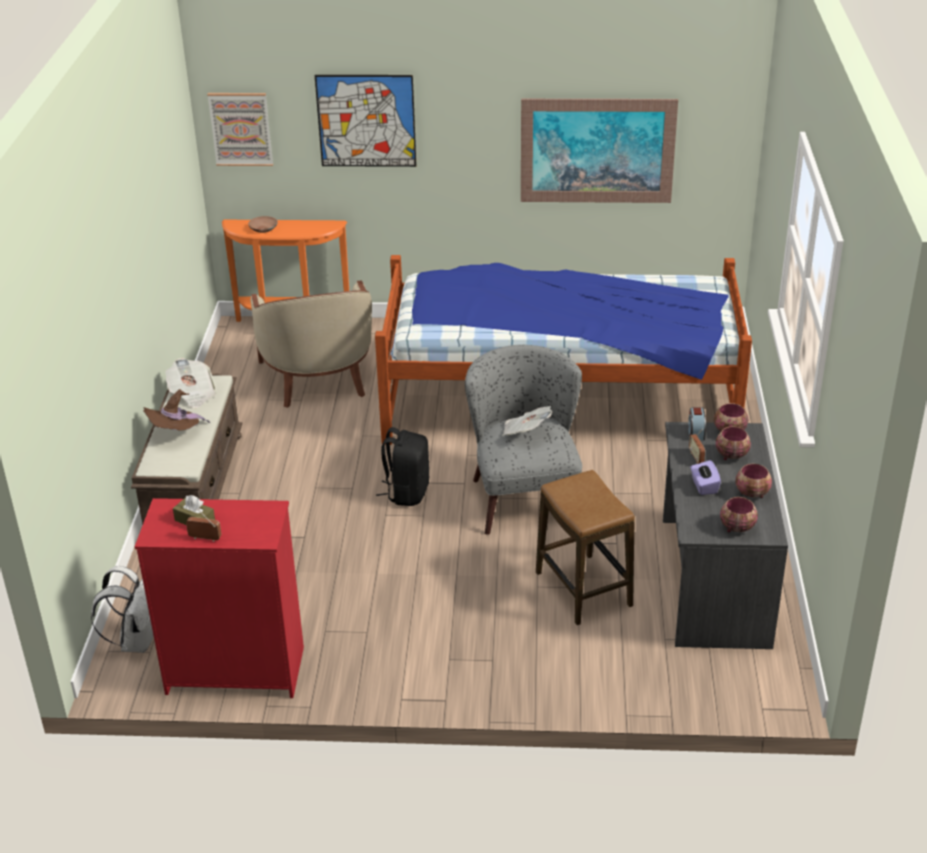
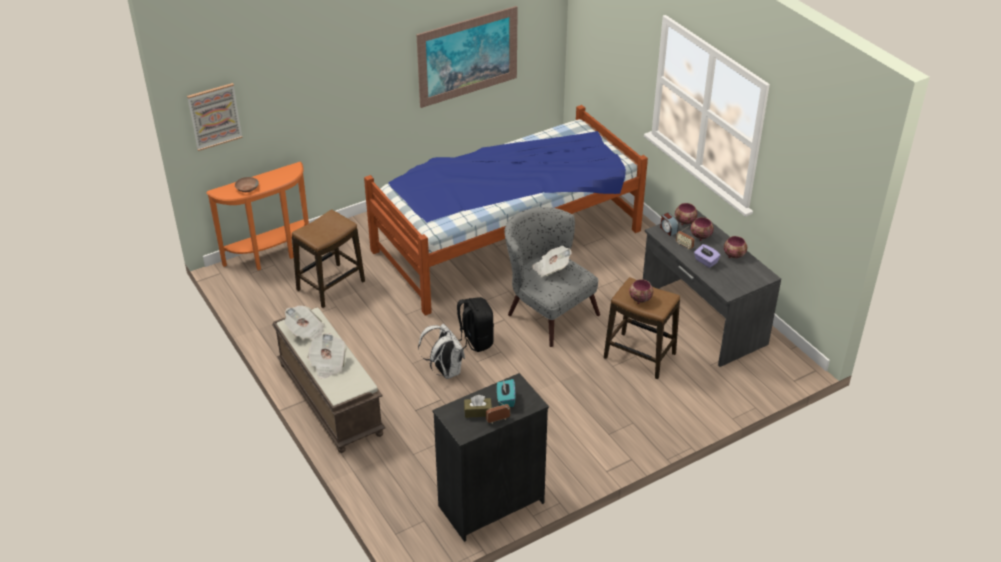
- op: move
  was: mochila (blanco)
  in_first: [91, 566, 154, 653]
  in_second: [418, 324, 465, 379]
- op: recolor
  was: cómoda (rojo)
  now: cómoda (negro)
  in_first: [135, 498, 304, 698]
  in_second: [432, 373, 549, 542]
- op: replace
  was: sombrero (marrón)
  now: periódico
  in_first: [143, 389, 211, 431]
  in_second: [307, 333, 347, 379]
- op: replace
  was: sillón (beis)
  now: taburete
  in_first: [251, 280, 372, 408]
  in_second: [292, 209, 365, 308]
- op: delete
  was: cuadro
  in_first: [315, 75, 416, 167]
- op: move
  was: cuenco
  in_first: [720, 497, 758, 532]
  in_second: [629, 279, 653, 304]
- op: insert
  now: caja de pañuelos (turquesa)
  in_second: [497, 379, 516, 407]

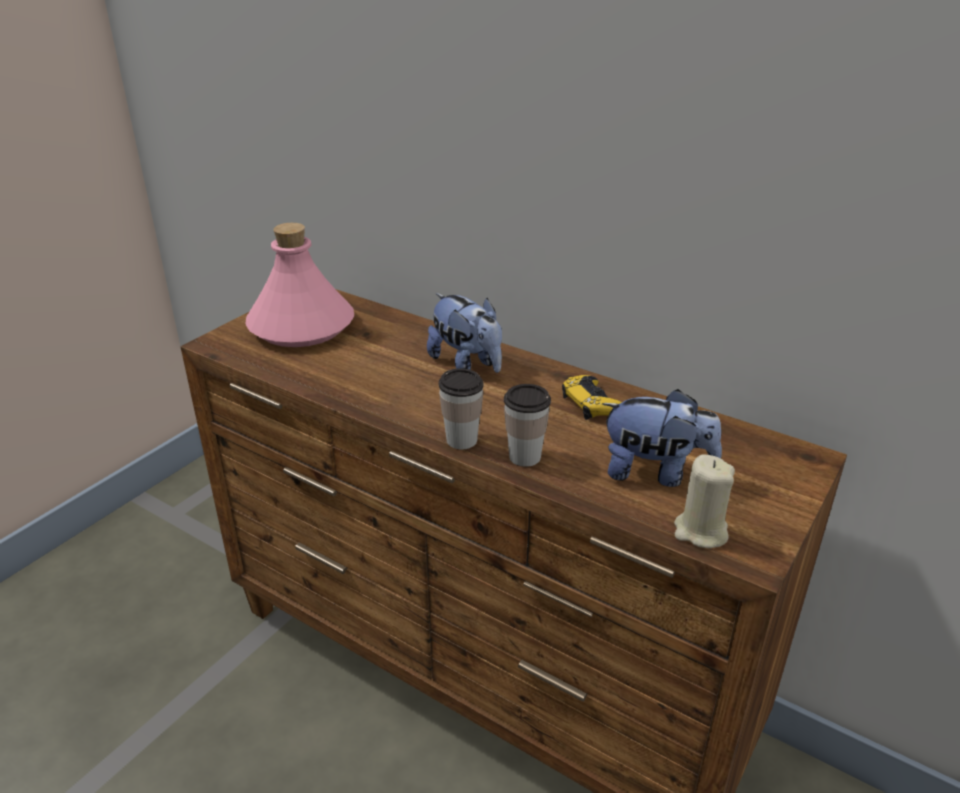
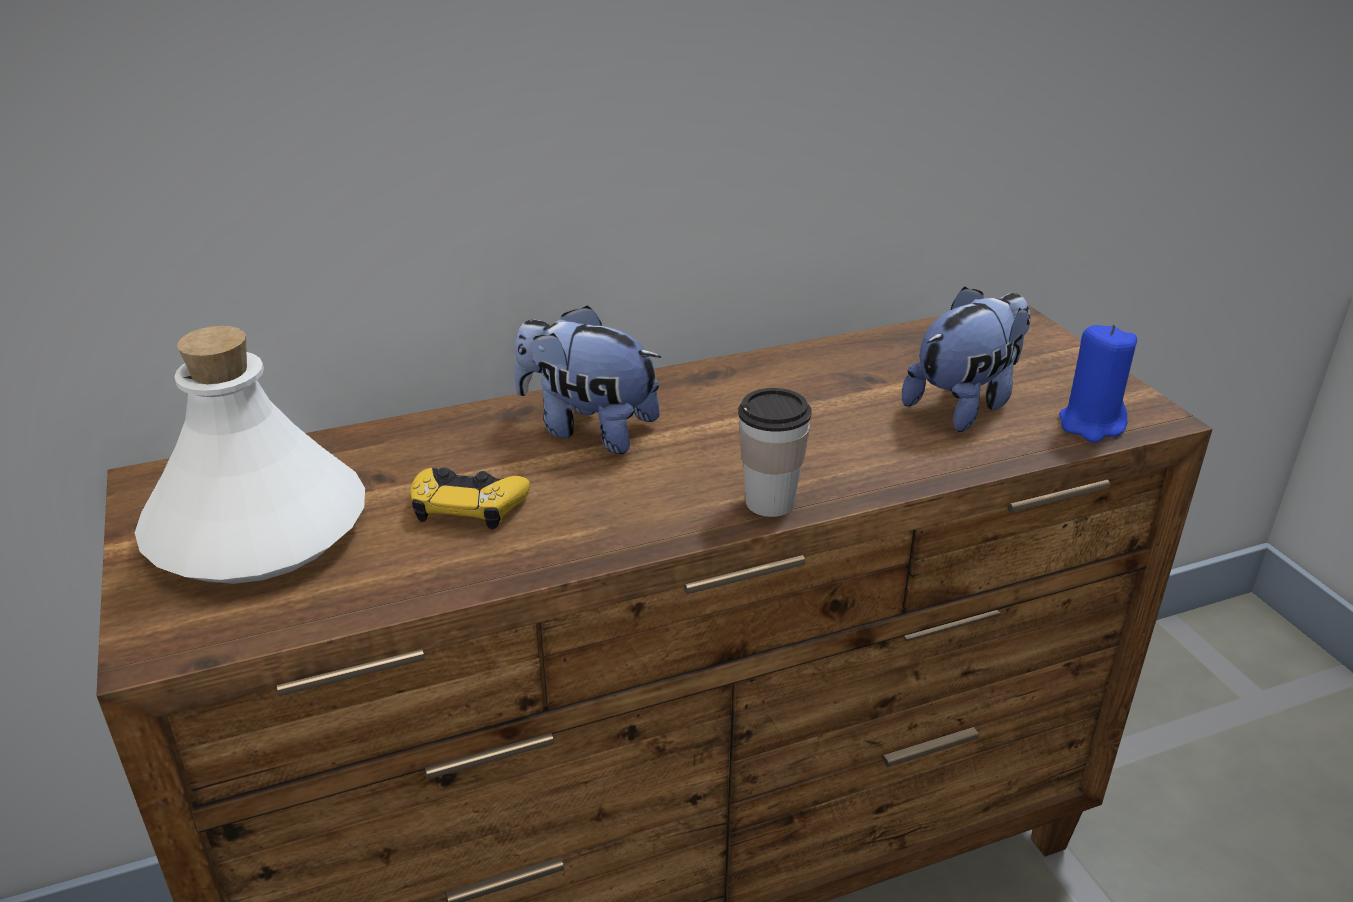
- op: recolor
  was: botella (rosa)
  now: botella (blanco)
  in_first: [245, 223, 354, 347]
  in_second: [135, 326, 365, 584]
- op: rotate
  was: peluche
  in_first: [427, 293, 502, 373]
  in_second: [514, 305, 661, 454]
  clockwise: -150
- op: delete
  was: taza
  in_first: [504, 384, 551, 467]
- op: move
  was: mando de consola (amarillo)
  in_first: [562, 375, 622, 420]
  in_second: [410, 467, 530, 529]
- op: recolor
  was: vela (beis)
  now: vela (azul)
  in_first: [674, 454, 735, 548]
  in_second: [1059, 324, 1137, 442]

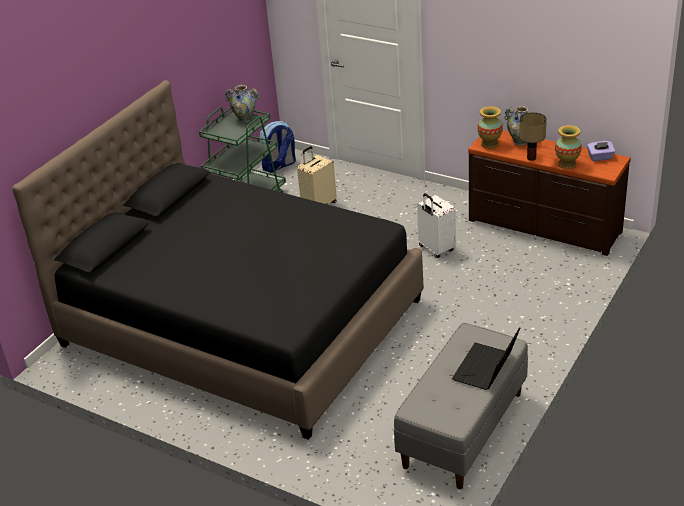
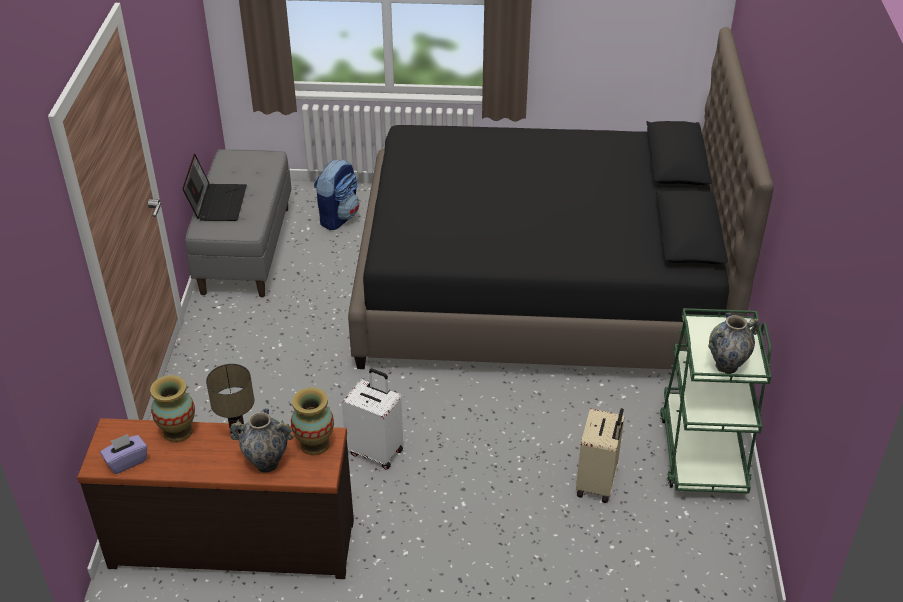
- op: move
  was: mochila
  in_first: [259, 121, 296, 173]
  in_second: [314, 160, 359, 230]

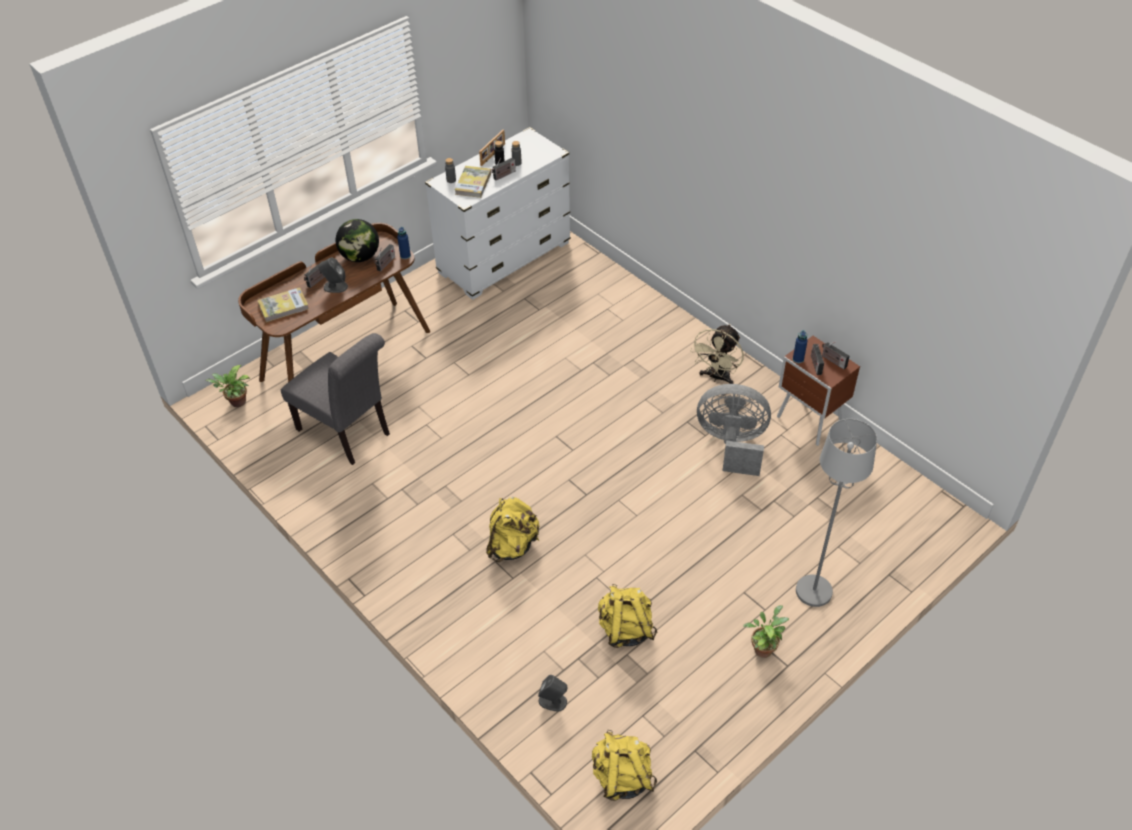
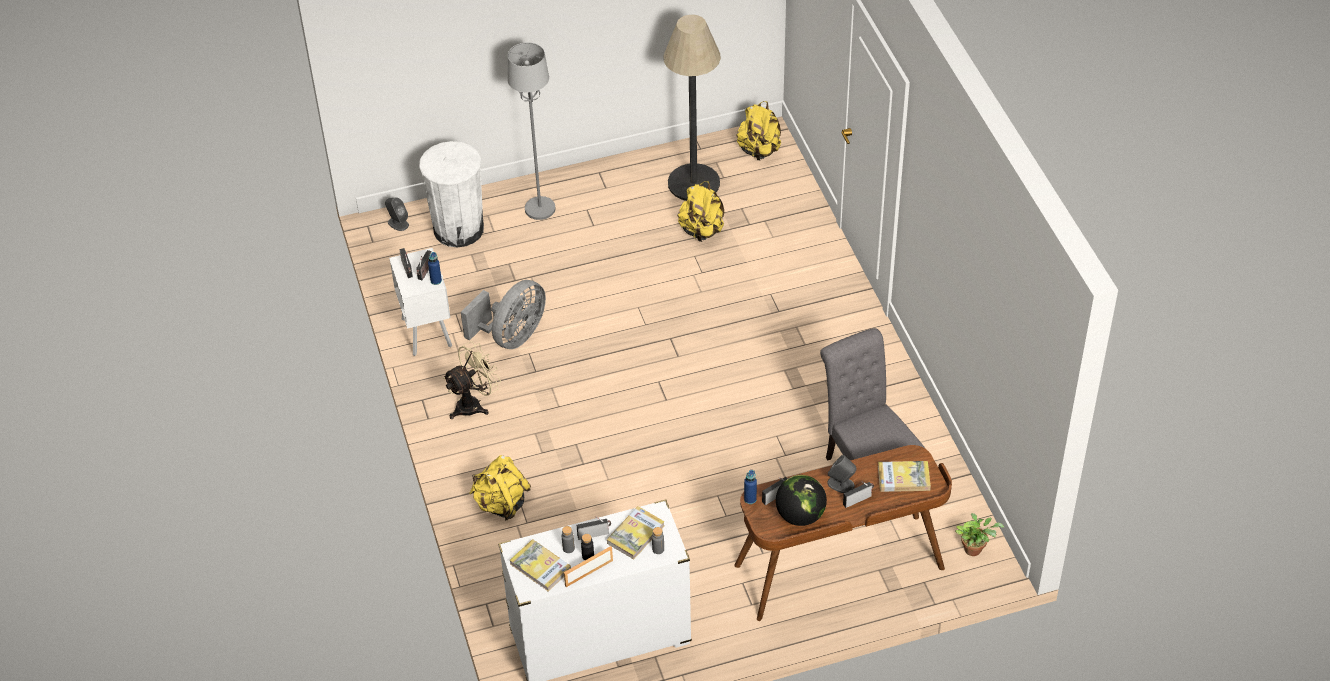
- op: move
  was: mochila (amarillo)
  in_first: [486, 497, 539, 562]
  in_second: [470, 455, 531, 520]
- op: move
  was: altavoz (gris)
  in_first: [538, 675, 567, 711]
  in_second: [385, 197, 409, 231]
- op: rotate
  was: ventilador (gris)
  in_first: [697, 384, 771, 476]
  in_second: [461, 280, 546, 349]
  clockwise: -90
- op: delete
  was: planta en maceta
  in_first: [743, 605, 789, 658]
- op: recolor
  was: mesita de noche (marrón)
  now: mesita de noche (blanco)
  in_first: [777, 336, 860, 446]
  in_second: [389, 248, 452, 356]
- op: insert
  now: papelera (blanco)
  in_second: [419, 141, 484, 248]
- op: insert
  now: libro
  in_second: [510, 539, 571, 591]
- op: insert
  now: lámpara de pie
  in_second: [663, 14, 721, 201]

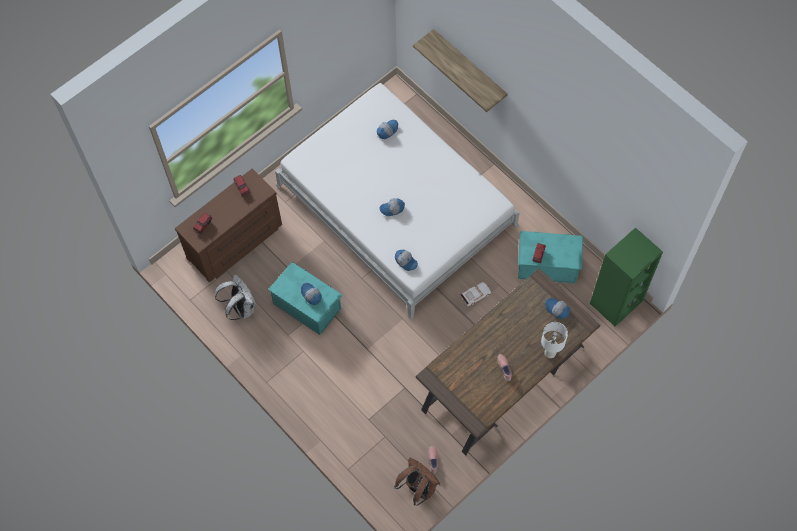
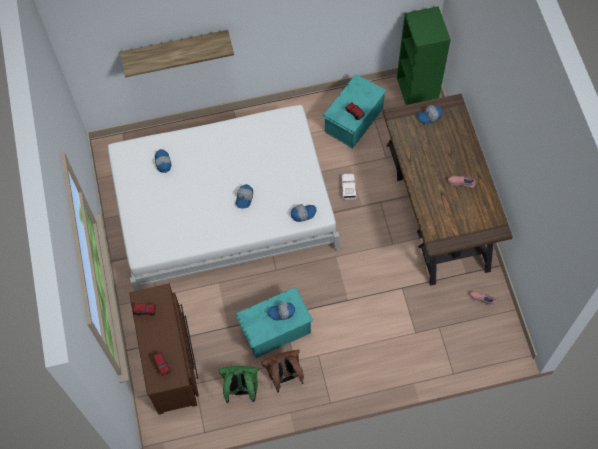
- op: recolor
  was: mochila (blanco)
  now: mochila (verde)
  in_first: [215, 274, 256, 320]
  in_second: [219, 366, 259, 403]
- op: move
  was: mochila (marrón)
  in_first: [394, 458, 441, 506]
  in_second: [261, 350, 304, 392]
- op: delete
  was: lámpara de mesa (blanco)
  in_first: [541, 322, 568, 358]

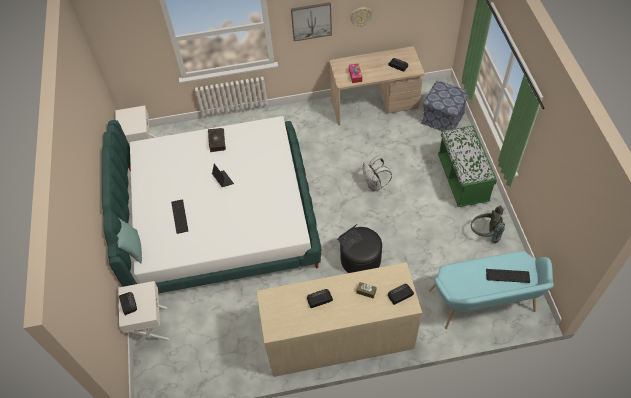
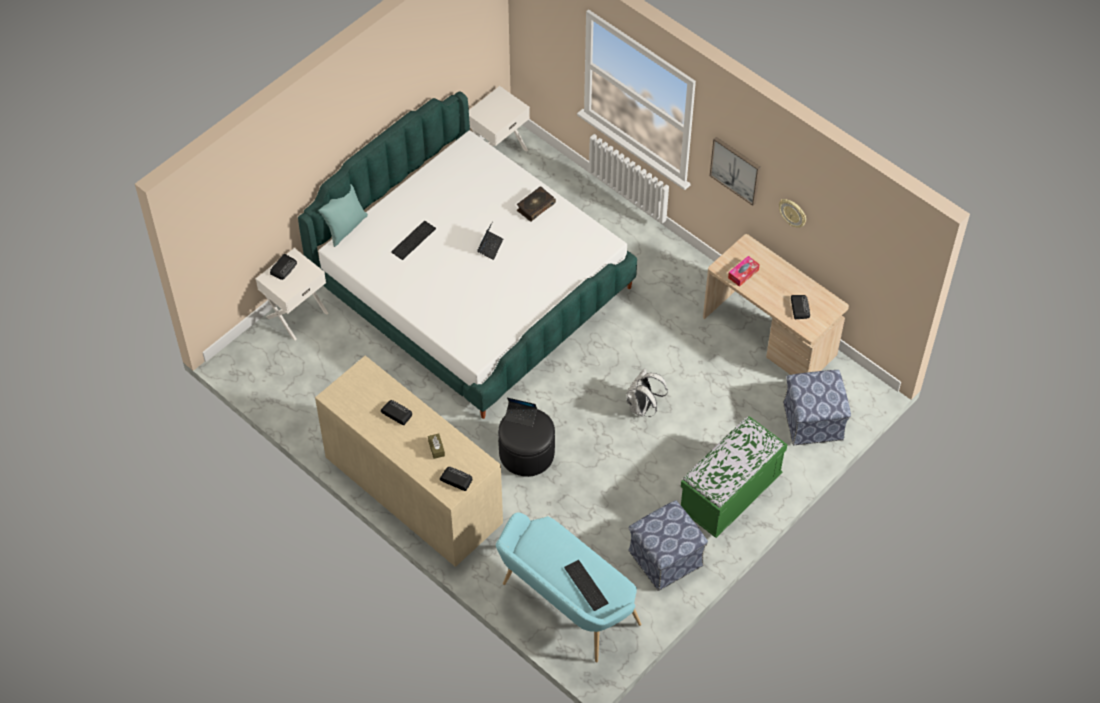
- op: replace
  was: mochila (gris)
  now: puf
  in_first: [471, 206, 505, 243]
  in_second: [628, 500, 708, 591]

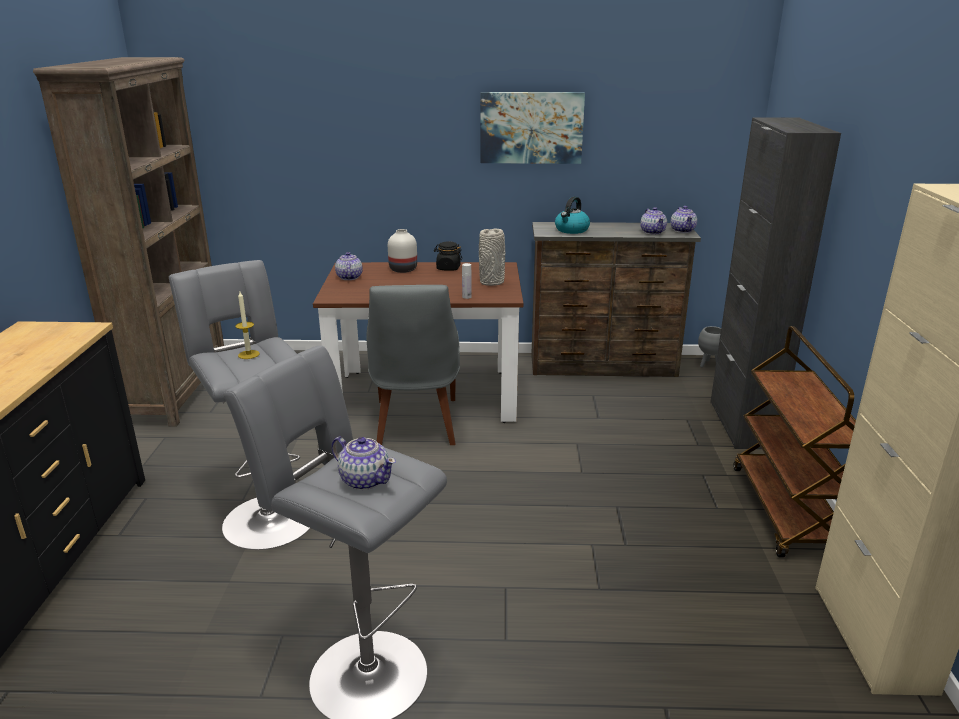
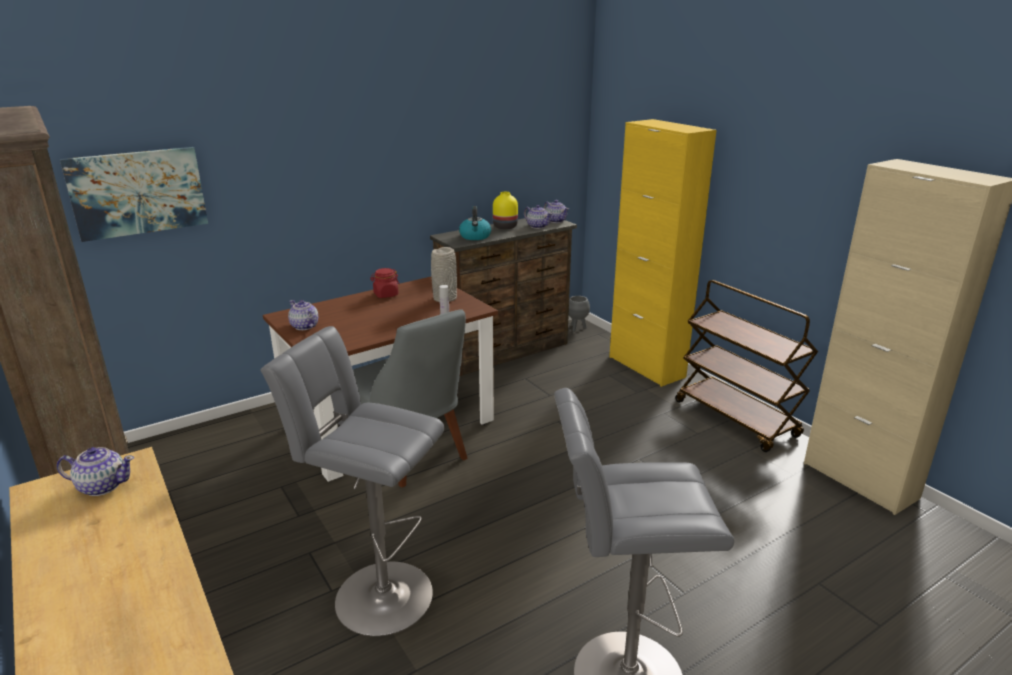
- op: delete
  was: vela
  in_first: [235, 292, 260, 359]
- op: move
  was: tetera
  in_first: [331, 436, 396, 490]
  in_second: [57, 447, 134, 496]
- op: delete
  was: florero (blanco)
  in_first: [388, 229, 417, 273]
- op: recolor
  was: tarro (negro)
  now: tarro (rojo)
  in_first: [434, 242, 462, 271]
  in_second: [370, 268, 399, 298]
- op: move
  was: cuadro
  in_first: [481, 92, 585, 164]
  in_second: [60, 147, 208, 242]
- op: recolor
  was: armario (negro)
  now: armario (amarillo)
  in_first: [710, 117, 841, 449]
  in_second: [609, 119, 717, 387]
- op: insert
  now: florero (amarillo)
  in_second: [493, 192, 518, 229]

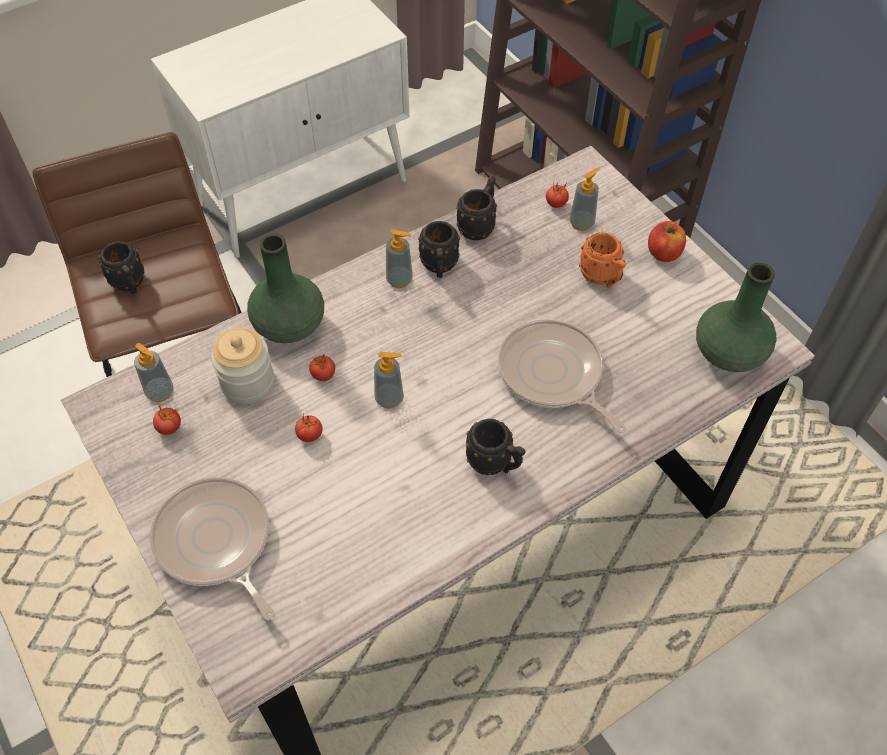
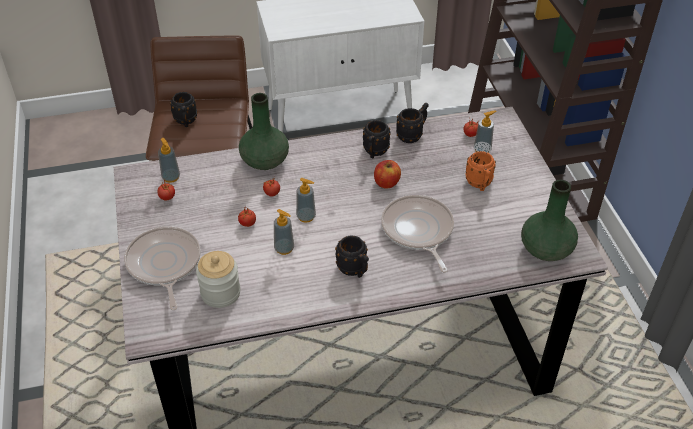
- op: move
  was: tarro
  in_first: [211, 328, 274, 404]
  in_second: [196, 251, 241, 308]
- op: move
  was: dispensador de jabón
  in_first: [386, 229, 413, 288]
  in_second: [274, 209, 294, 255]
- op: move
  was: manzana
  in_first: [648, 221, 686, 262]
  in_second: [374, 160, 401, 189]

